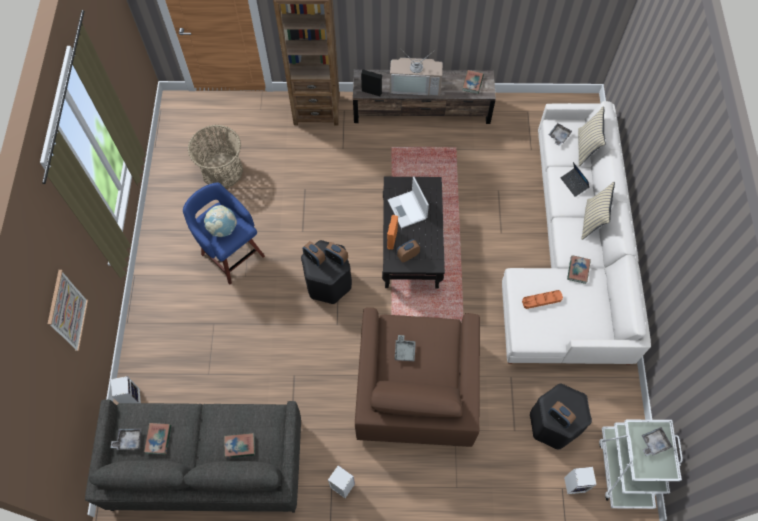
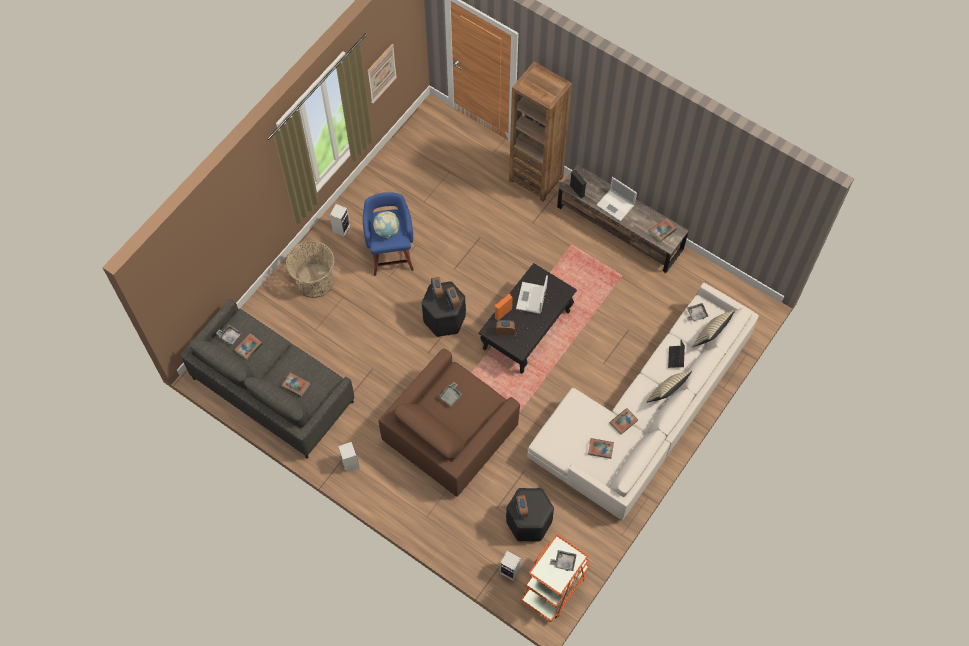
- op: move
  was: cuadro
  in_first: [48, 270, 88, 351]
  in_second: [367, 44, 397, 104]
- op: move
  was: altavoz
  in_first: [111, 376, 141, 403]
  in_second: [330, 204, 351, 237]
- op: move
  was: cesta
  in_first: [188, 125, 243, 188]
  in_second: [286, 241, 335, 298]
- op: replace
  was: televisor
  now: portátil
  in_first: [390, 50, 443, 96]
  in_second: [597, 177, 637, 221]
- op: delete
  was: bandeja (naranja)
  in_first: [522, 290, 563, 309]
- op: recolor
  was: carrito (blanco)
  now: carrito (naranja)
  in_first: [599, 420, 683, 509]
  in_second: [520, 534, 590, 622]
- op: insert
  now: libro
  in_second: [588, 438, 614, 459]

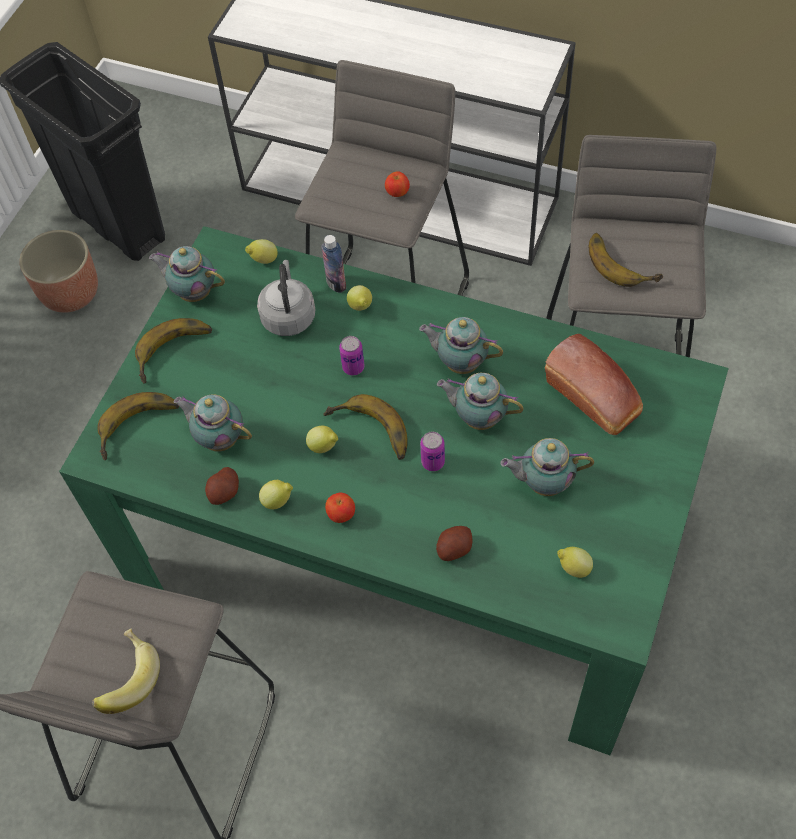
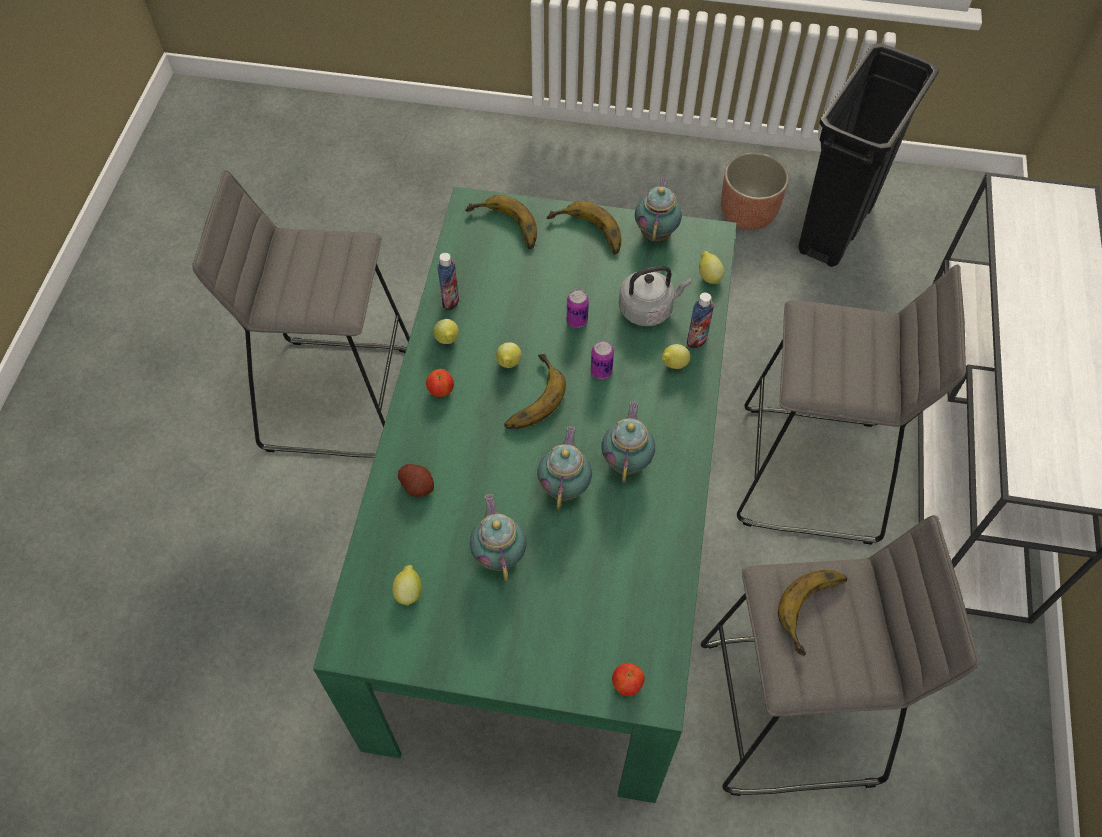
- op: delete
  was: plátano
  in_first: [92, 628, 160, 714]
- op: delete
  was: tetera
  in_first: [174, 394, 252, 452]
- op: replace
  was: patata
  now: botella
  in_first: [205, 467, 239, 505]
  in_second: [437, 253, 459, 310]
- op: move
  was: manzana
  in_first: [385, 171, 410, 197]
  in_second: [612, 663, 645, 696]
- op: move
  was: lata
  in_first: [420, 432, 445, 471]
  in_second: [567, 289, 589, 328]
- op: delete
  was: pan
  in_first: [545, 334, 643, 435]

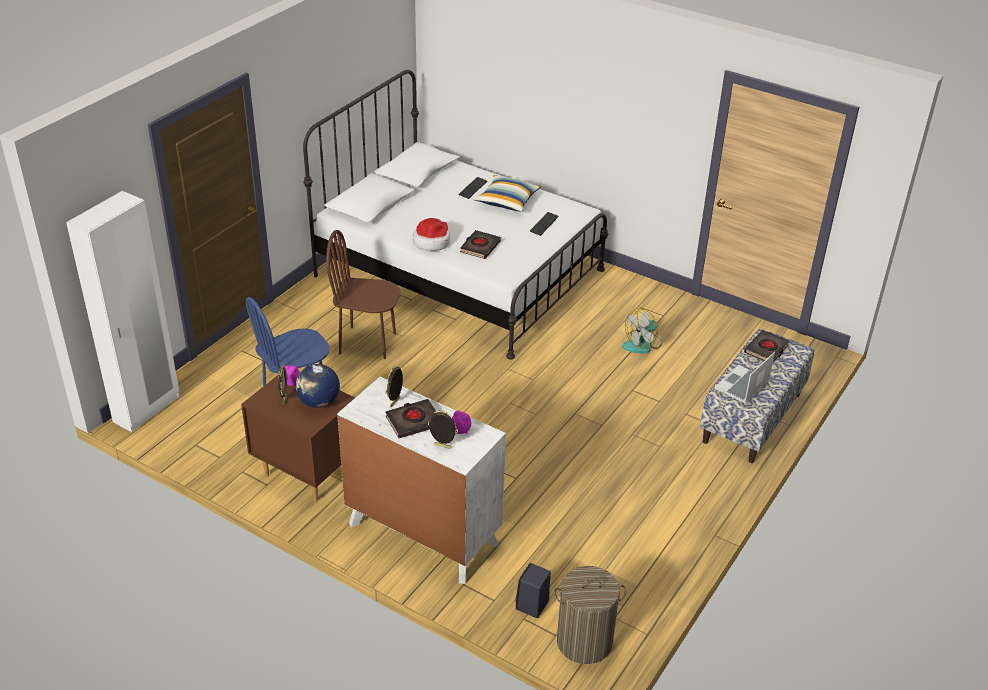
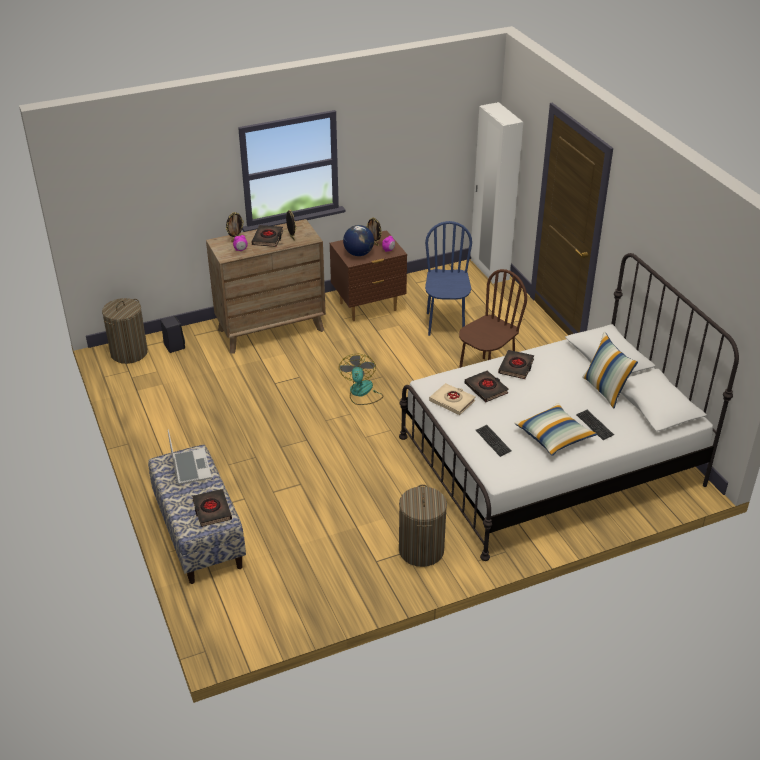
- op: recolor
  was: cómoda (blanco)
  now: cómoda (marrón)
  in_first: [337, 377, 506, 584]
  in_second: [206, 219, 326, 354]
- op: replace
  was: sombrero
  now: libro (negro)
  in_first: [413, 218, 450, 251]
  in_second: [498, 350, 534, 379]
- op: move
  was: ventilador
  in_first: [622, 308, 663, 354]
  in_second: [339, 354, 384, 405]
- op: insert
  now: cesto de la ropa
  in_second: [399, 484, 447, 567]
- op: insert
  now: libro (beis)
  in_second: [429, 383, 476, 415]
- op: insert
  now: cojín
  in_second: [582, 332, 638, 408]

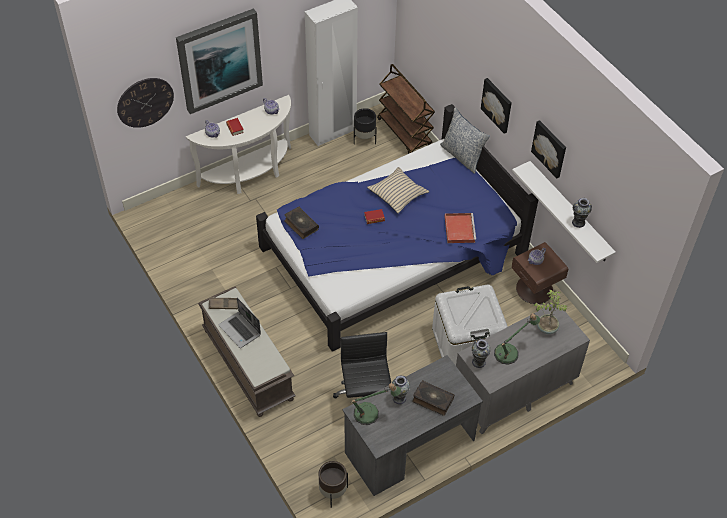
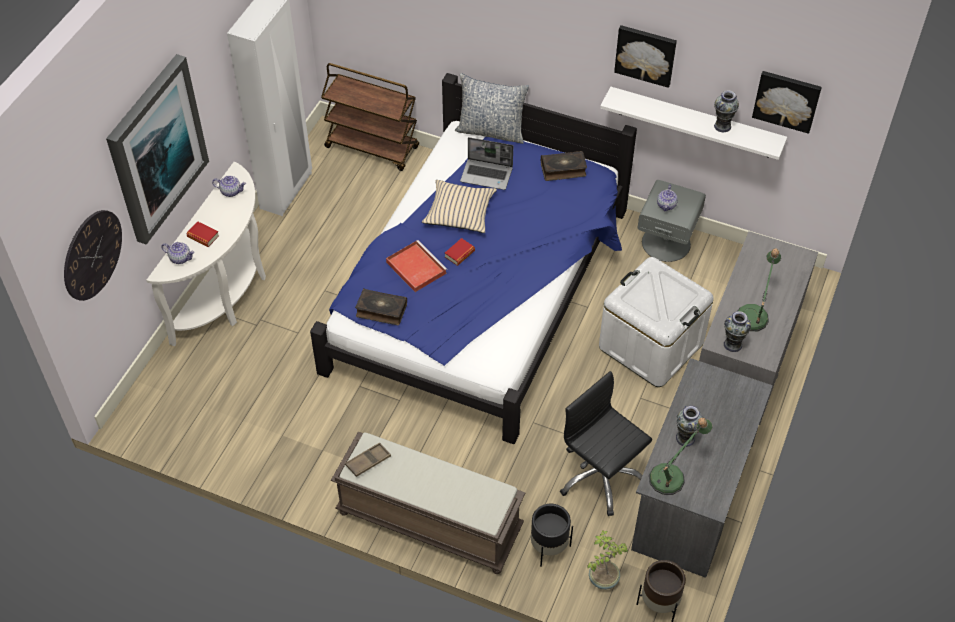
- op: move
  was: portátil
  in_first: [219, 298, 261, 348]
  in_second: [460, 137, 513, 190]
- op: move
  was: maceta (negro)
  in_first: [354, 108, 377, 144]
  in_second: [531, 504, 573, 567]
- op: move
  was: libro
  in_first: [412, 380, 454, 416]
  in_second: [541, 151, 587, 181]
- op: move
  was: bandeja (rojo)
  in_first: [445, 213, 476, 243]
  in_second: [386, 240, 447, 292]
- op: move
  was: cuadro
  in_first: [481, 78, 512, 134]
  in_second: [752, 71, 822, 134]
- op: recolor
  was: mesita de noche (marrón)
  now: mesita de noche (gris)
  in_first: [512, 242, 568, 304]
  in_second: [638, 180, 706, 262]
- op: move
  was: planta en maceta
  in_first: [534, 289, 568, 334]
  in_second: [587, 530, 628, 590]

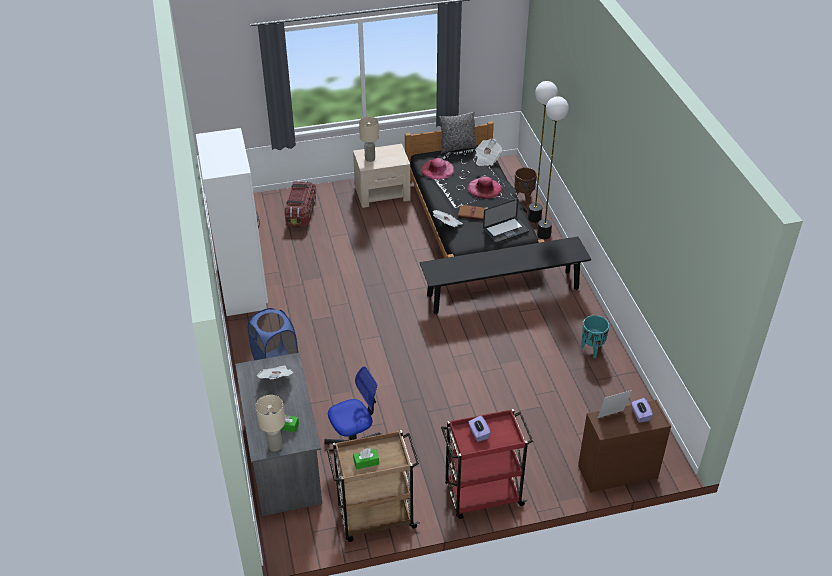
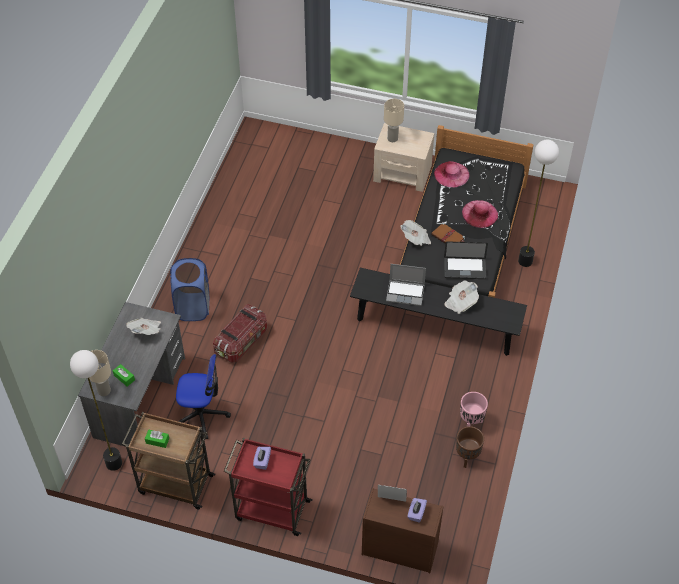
- op: delete
  was: armario ropero (blanco)
  in_first: [196, 128, 268, 316]
- op: move
  was: caja de almacenaje
  in_first: [285, 181, 316, 227]
  in_second: [213, 304, 267, 363]
- op: delete
  was: cojín (gris)
  in_first: [439, 111, 477, 154]
- op: move
  was: periódico
  in_first: [475, 139, 502, 166]
  in_second: [445, 280, 479, 314]
- op: move
  was: maceta (marrón)
  in_first: [515, 167, 537, 205]
  in_second: [456, 426, 484, 468]
- op: move
  was: lámpara de pie
  in_first: [537, 96, 569, 239]
  in_second: [70, 350, 122, 471]
- op: recolor
  was: maceta (turquesa)
  now: maceta (rosa)
  in_first: [581, 315, 610, 358]
  in_second: [460, 392, 488, 427]
- op: insert
  now: portátil
  in_second: [386, 264, 426, 306]

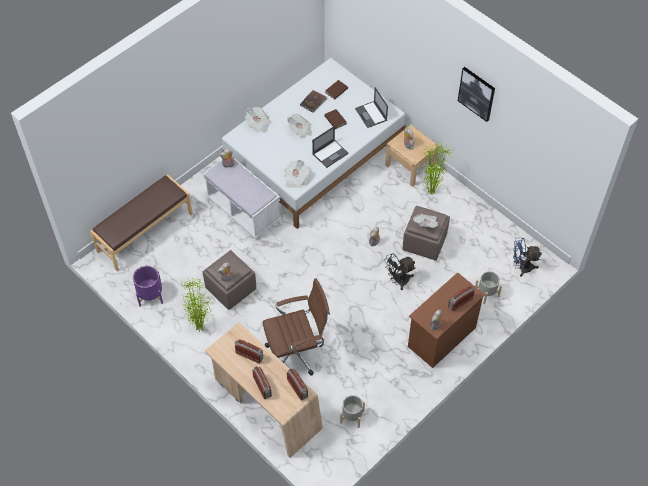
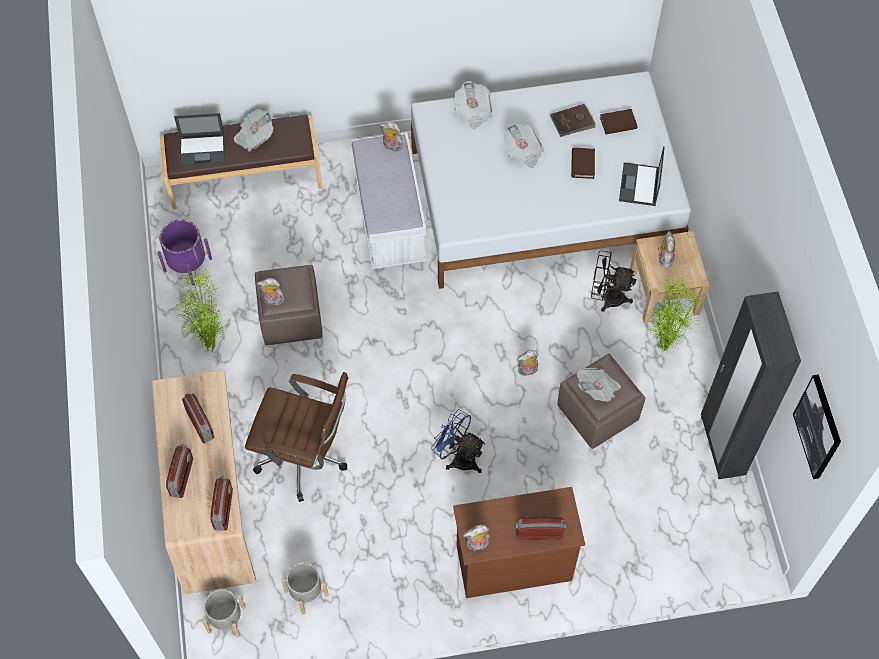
- op: move
  was: periódico
  in_first: [284, 160, 309, 188]
  in_second: [234, 109, 273, 152]
- op: move
  was: portátil
  in_first: [312, 126, 349, 168]
  in_second: [174, 113, 225, 167]
- op: move
  was: ventilador (negro)
  in_first: [384, 253, 415, 290]
  in_second: [591, 251, 636, 312]
- op: move
  was: cuadro
  in_first: [458, 67, 495, 122]
  in_second: [793, 374, 841, 479]
- op: move
  was: maceta (gris)
  in_first: [475, 271, 502, 304]
  in_second: [203, 589, 245, 637]
- op: move
  was: ventilador (azul)
  in_first: [513, 238, 542, 277]
  in_second: [431, 409, 485, 473]
- op: insert
  now: armario ropero (negro)
  in_second: [701, 291, 801, 479]

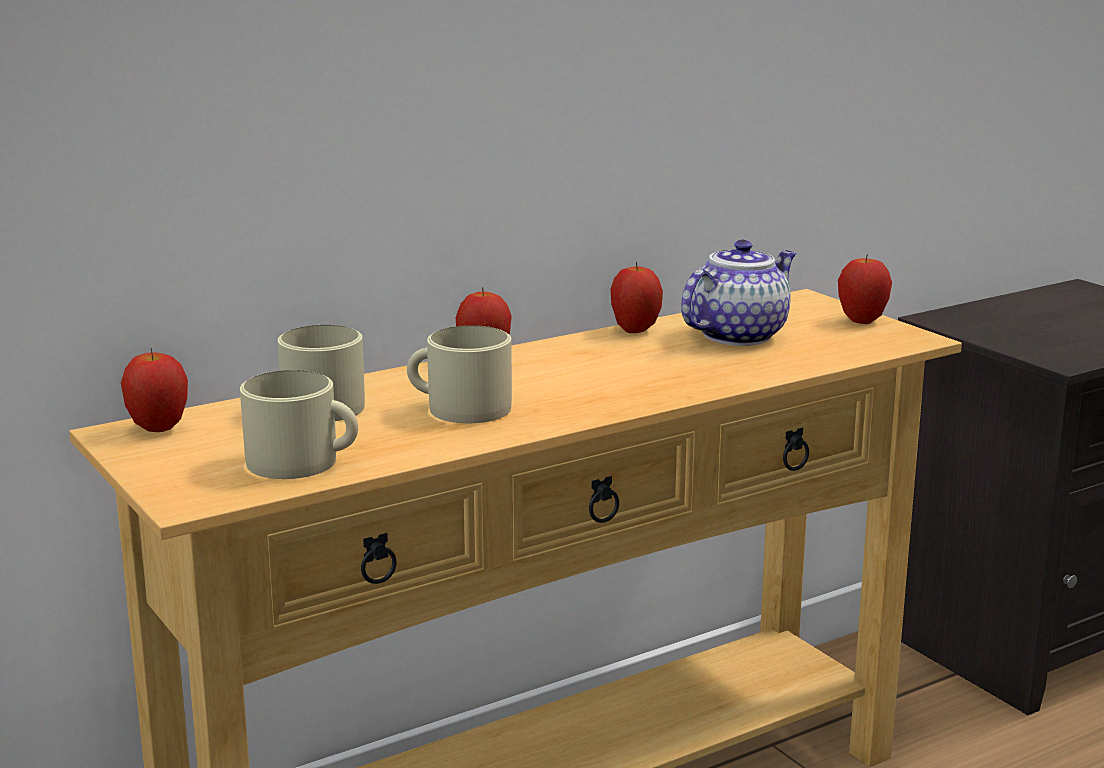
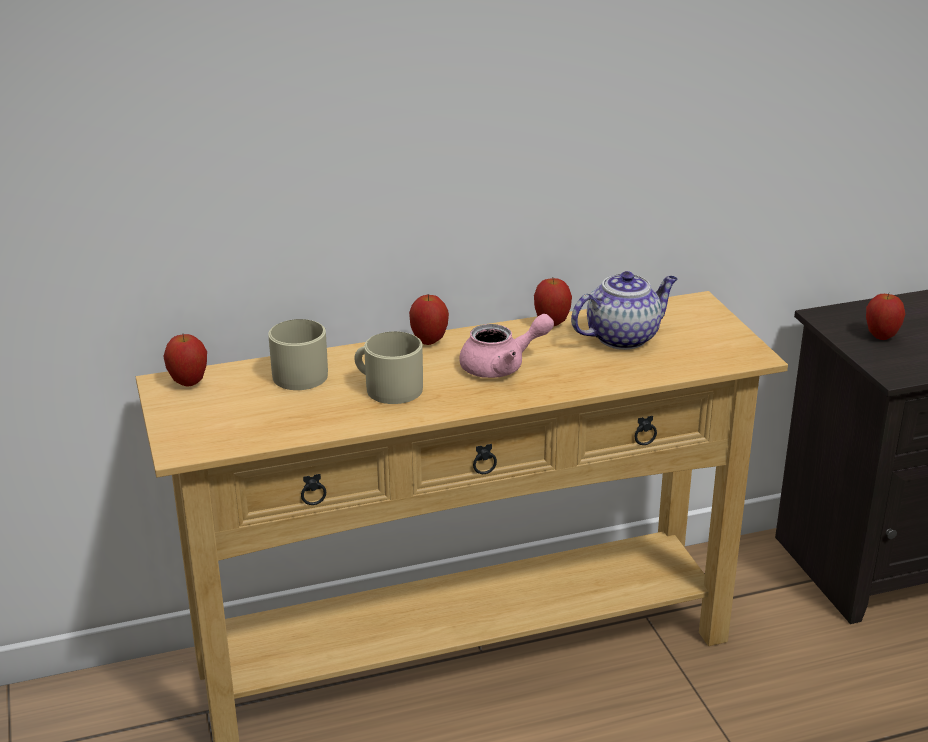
- op: delete
  was: taza grande (beis)
  in_first: [240, 370, 358, 479]
- op: move
  was: manzana
  in_first: [838, 254, 892, 324]
  in_second: [866, 293, 905, 340]
- op: insert
  now: tetera (rosa)
  in_second: [459, 314, 554, 378]

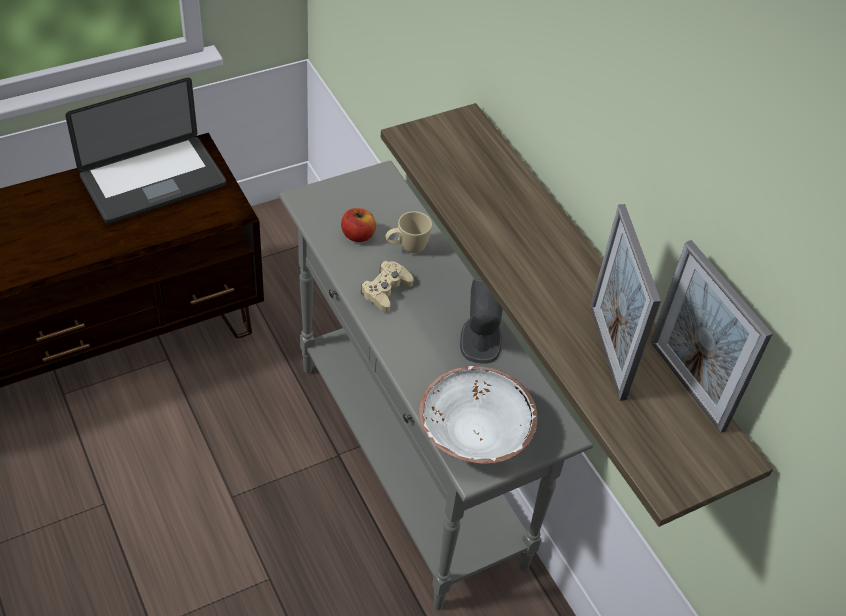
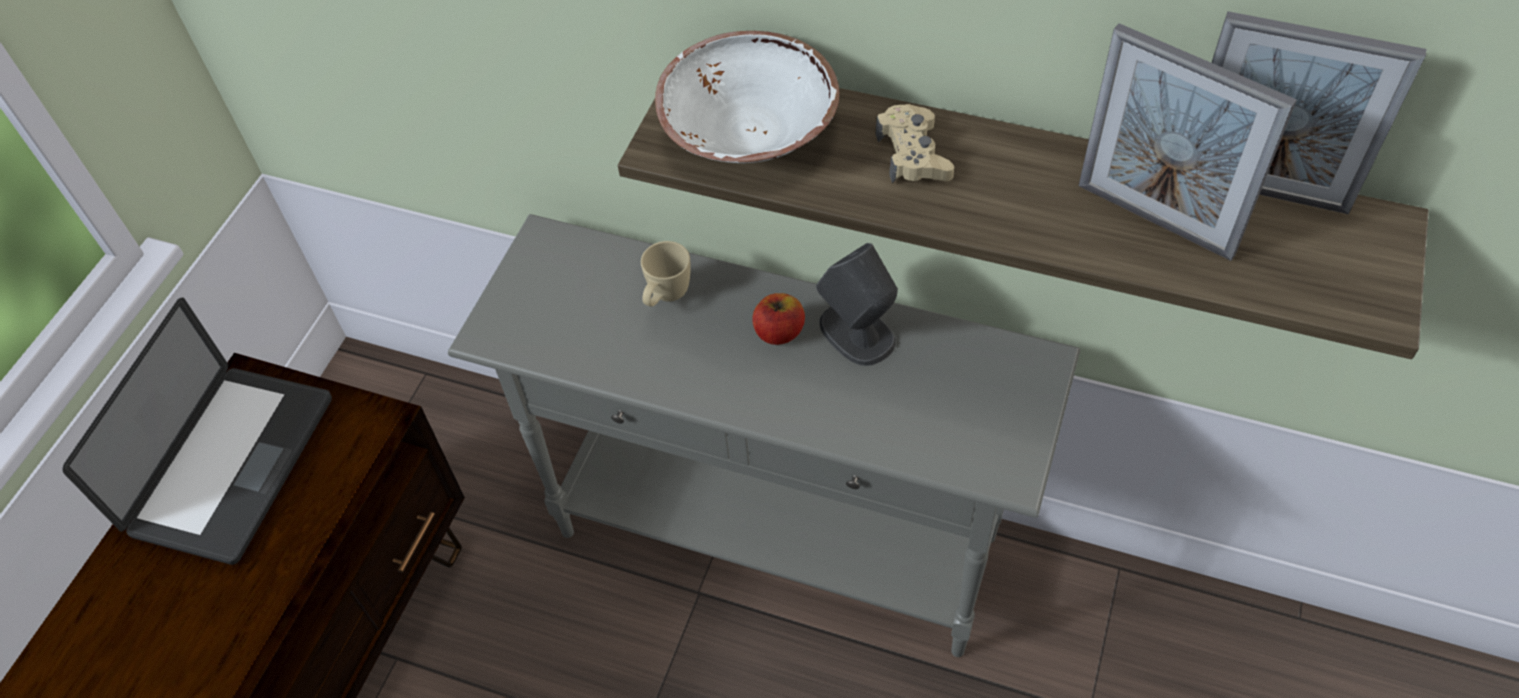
- op: move
  was: manzana
  in_first: [341, 208, 376, 242]
  in_second: [752, 293, 805, 345]
- op: move
  was: mando de consola (beis)
  in_first: [361, 261, 413, 312]
  in_second: [876, 104, 954, 183]
- op: move
  was: cuenco (blanco)
  in_first: [419, 366, 538, 464]
  in_second: [655, 31, 839, 163]

